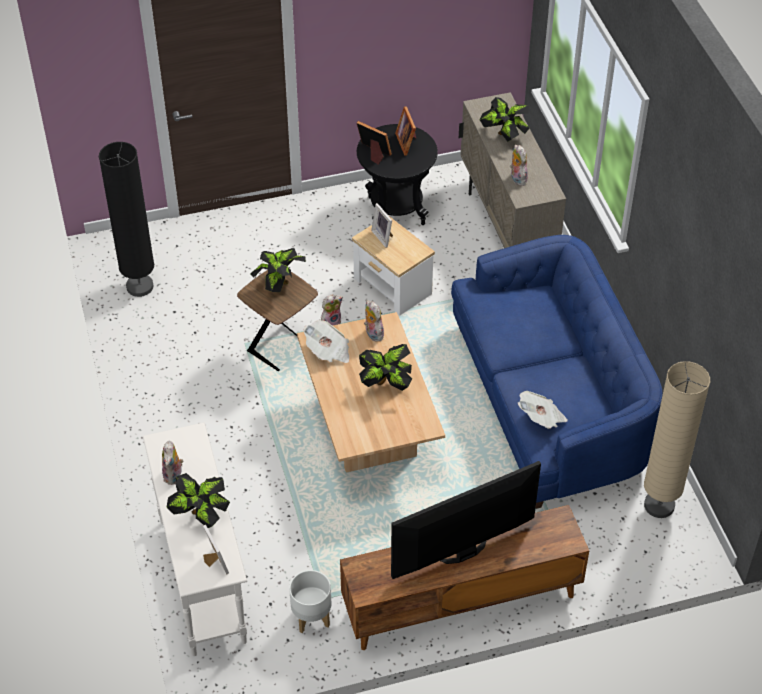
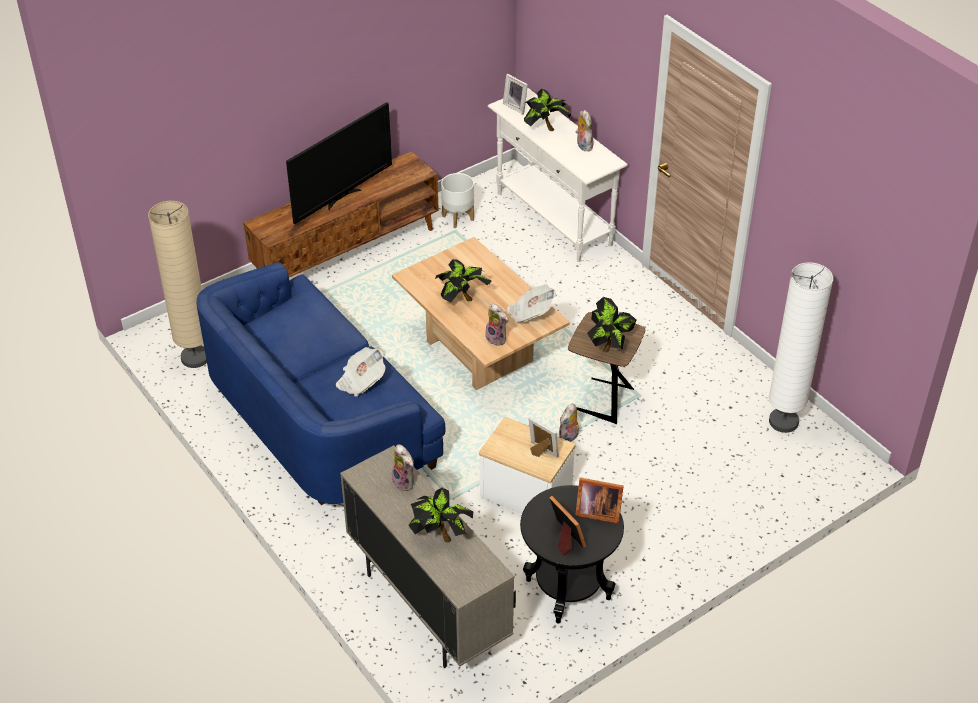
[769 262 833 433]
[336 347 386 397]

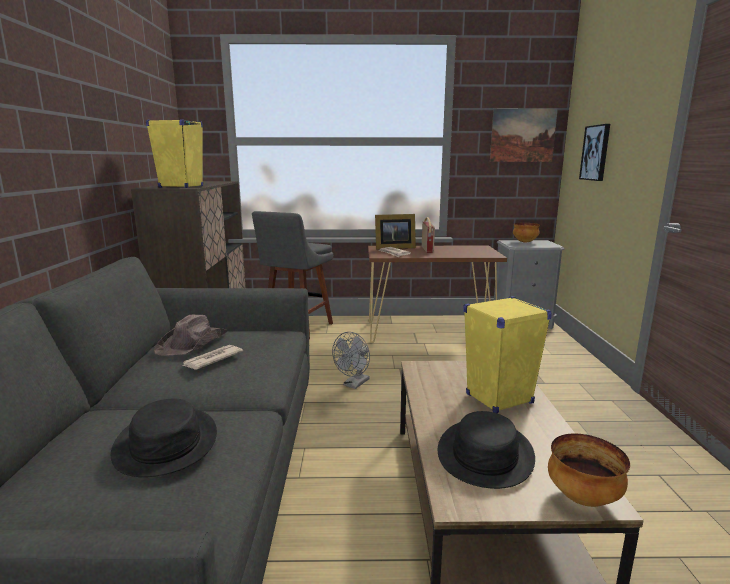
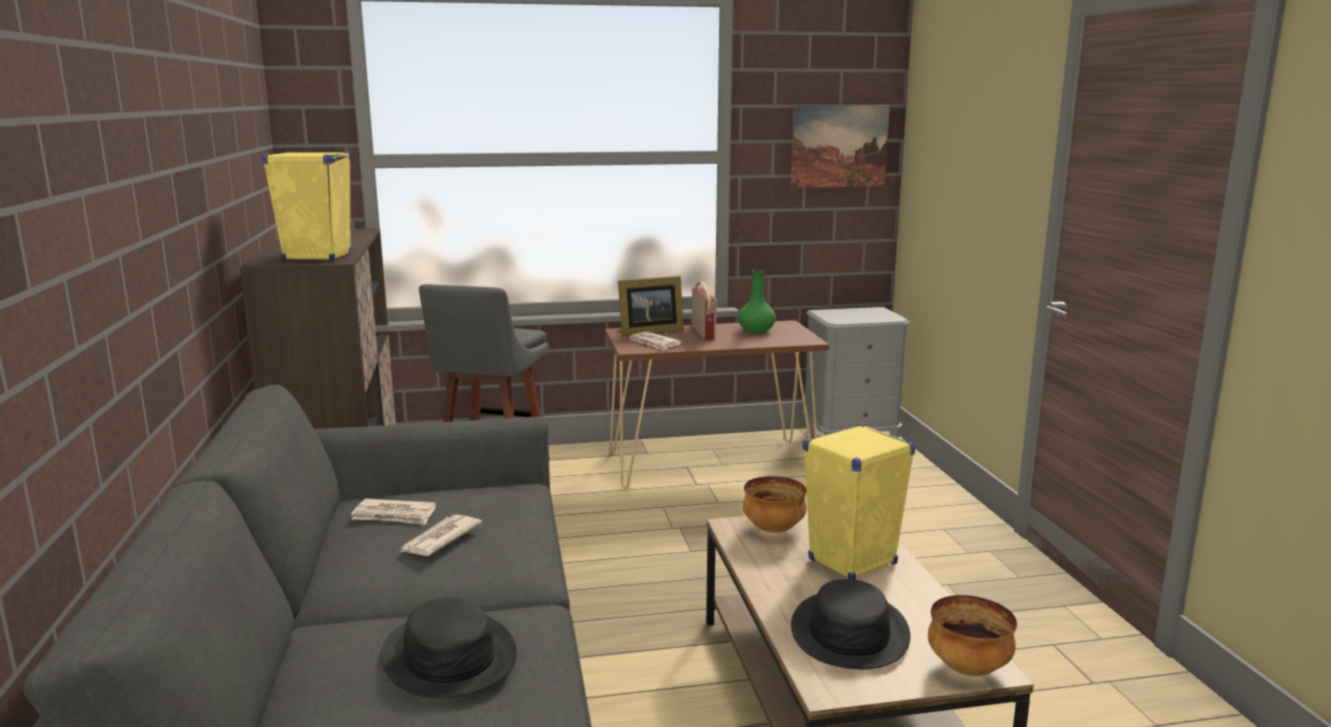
[579 124 610 181] (first image)
[743 476 806 533]
[351 499 436 525]
[332 332 370 389] (first image)
[738 270 776 334]

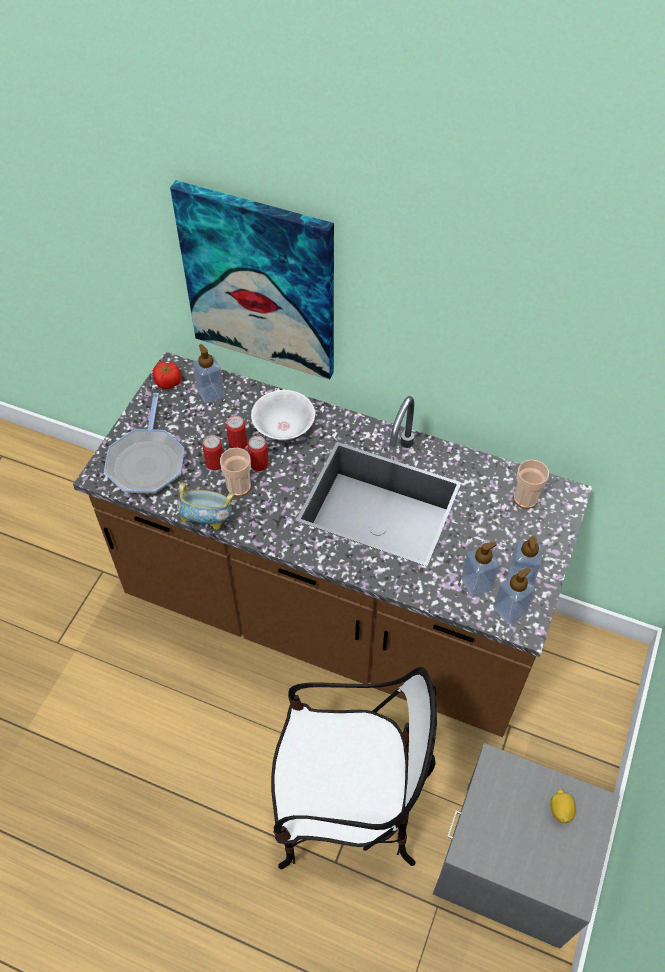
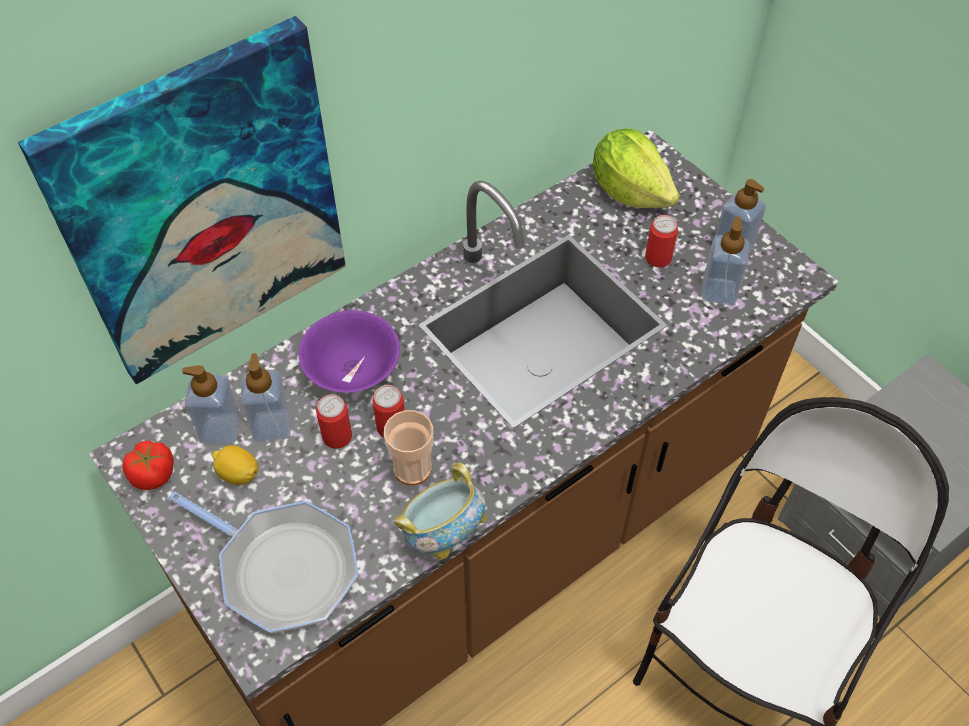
[298 310 400 393]
[645 215 678 267]
[592 128 680 208]
[241 353 291 442]
[212 445 258 485]

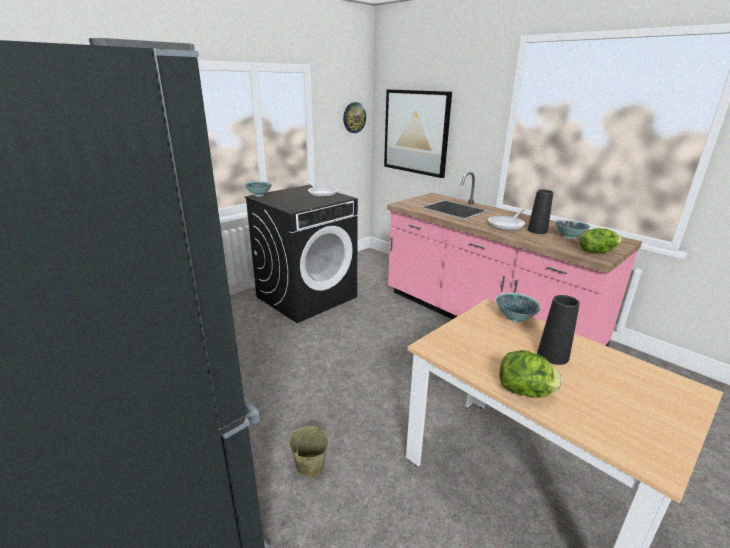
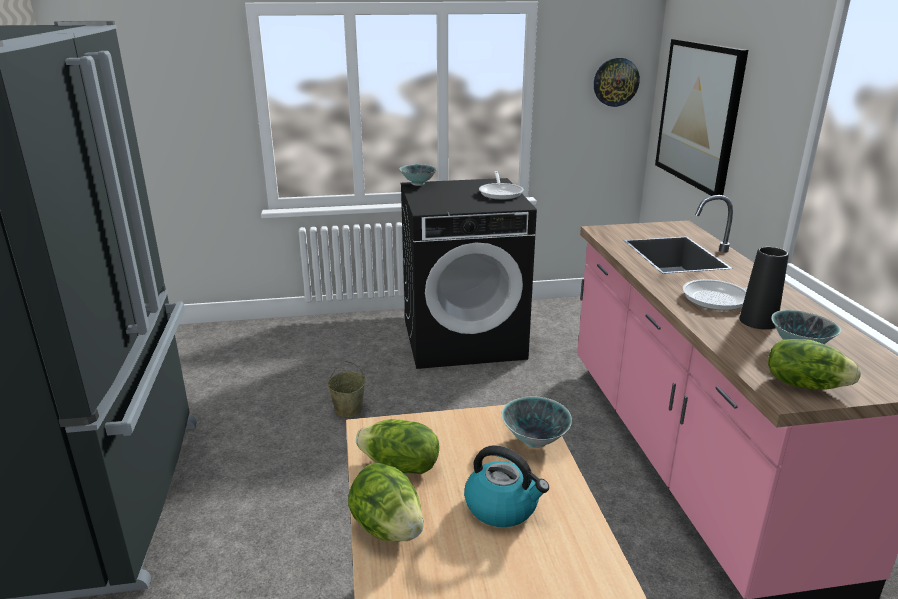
[464 445 549 527]
[327 361 366 417]
[356 419 439 474]

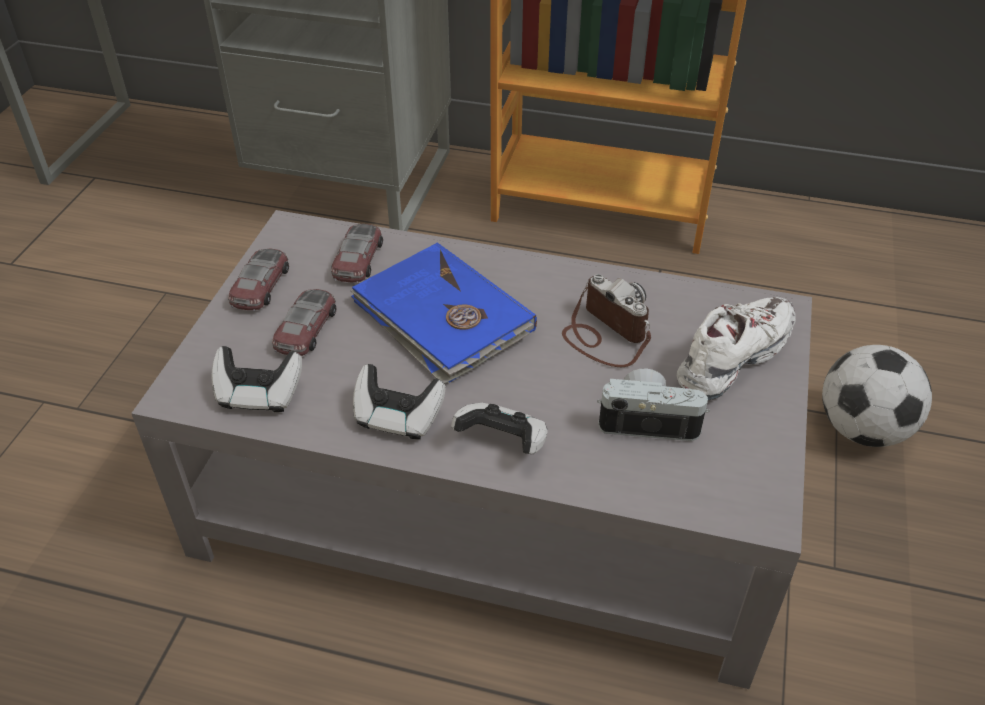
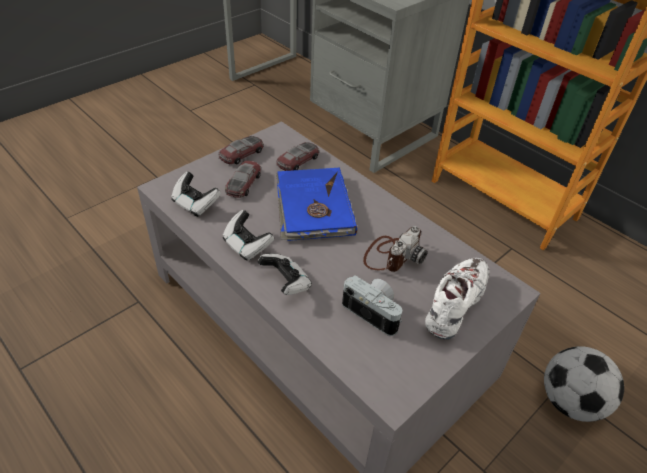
[363 226 428 272]
[225 161 261 198]
[425 258 490 340]

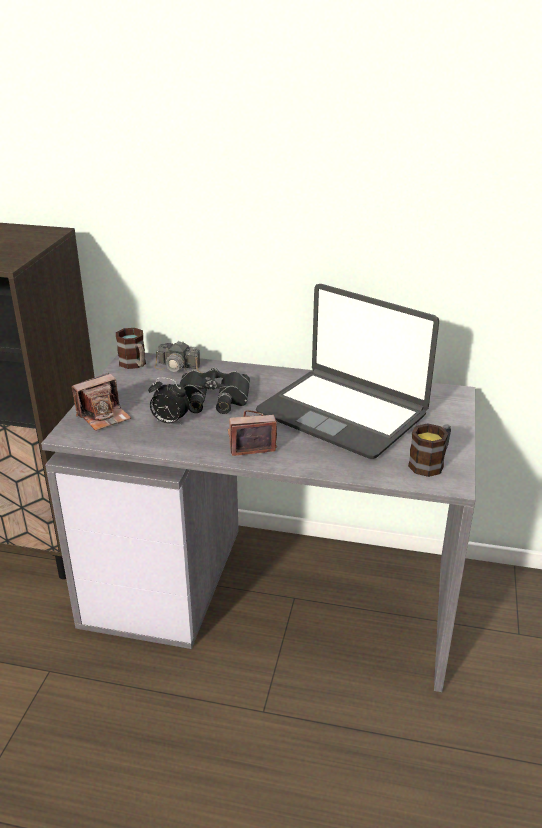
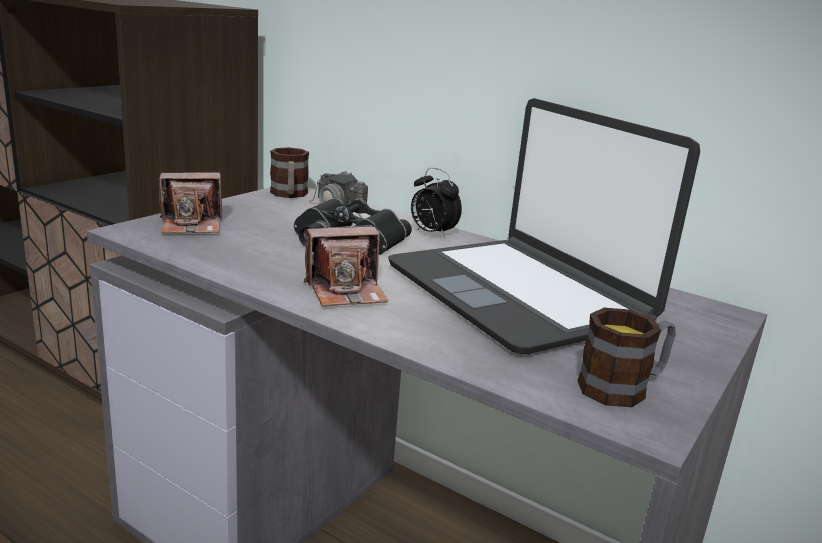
[411 168 462 238]
[304 225 388 306]

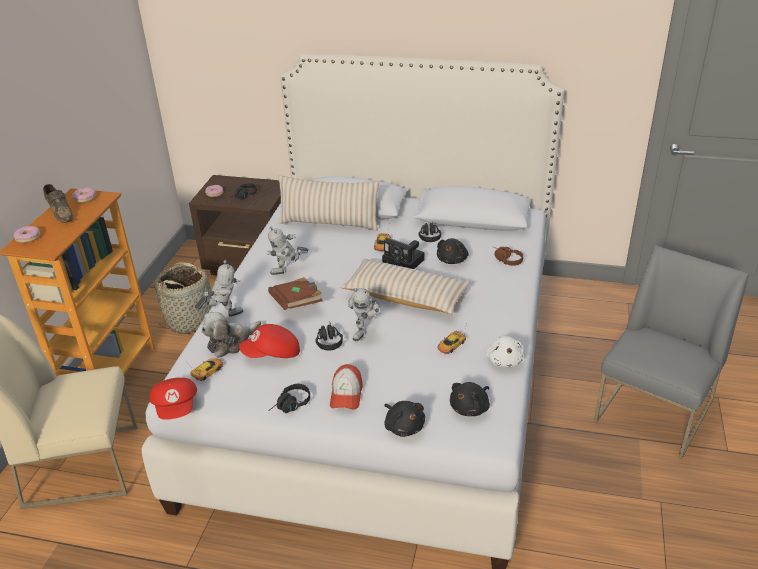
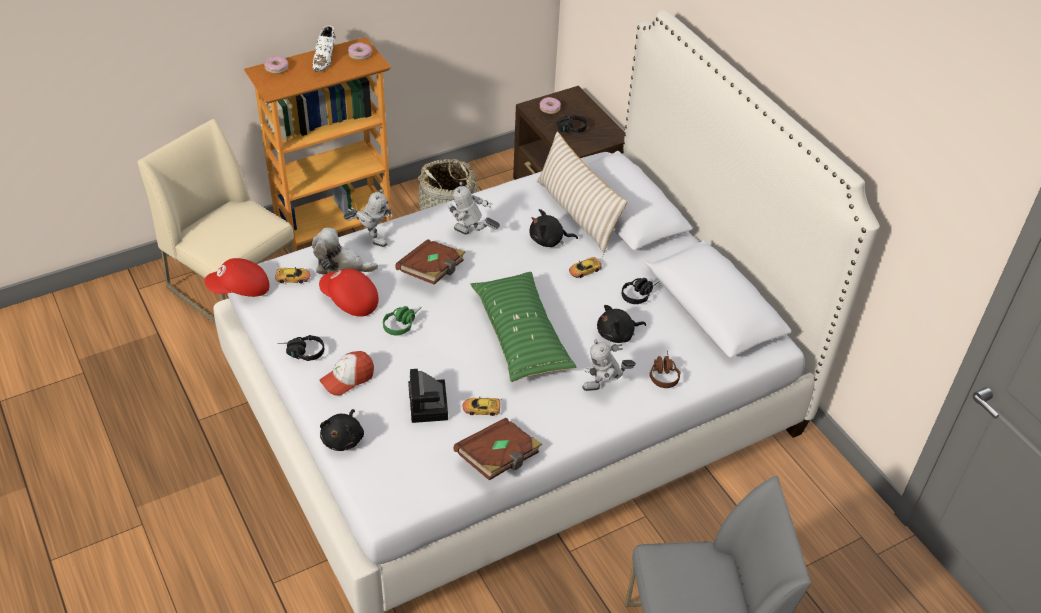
[312 25 335 72]
[408 369 448 423]
[470 272 576 382]
[582 340 636 391]
[383 306 422 335]
[453 418 542 481]
[205 258 269 297]
[529 209 578 247]

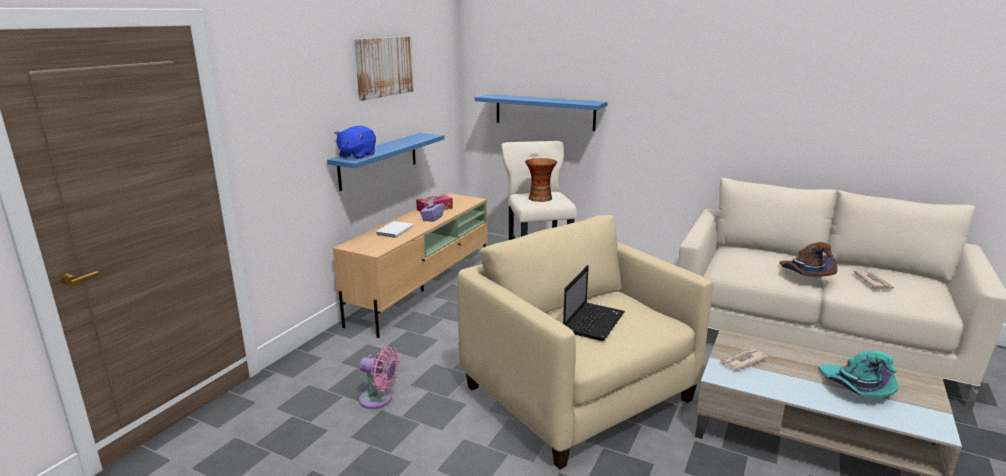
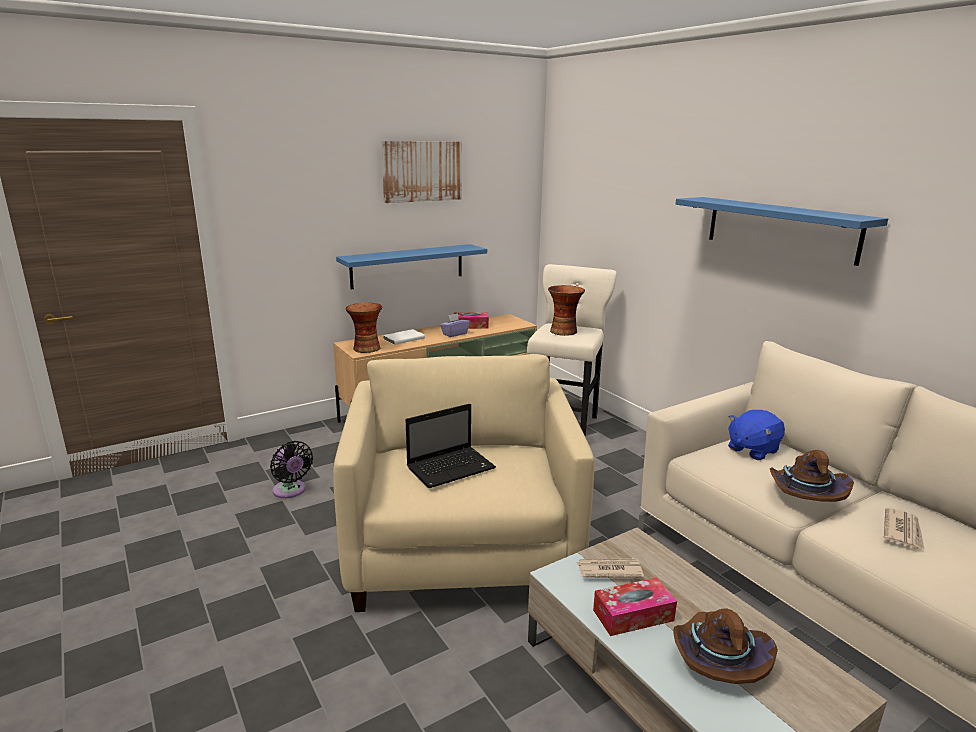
[675 197 888 266]
[728 410 785 460]
[270 441 313 498]
[673 608 778 684]
[346 302 383 353]
[593 578 677 636]

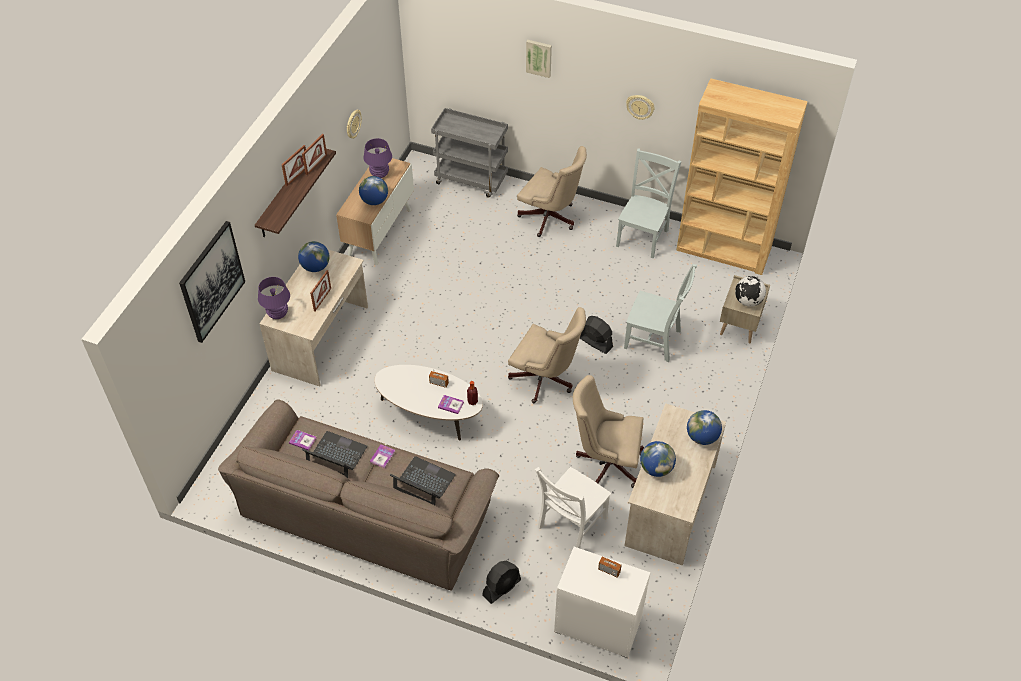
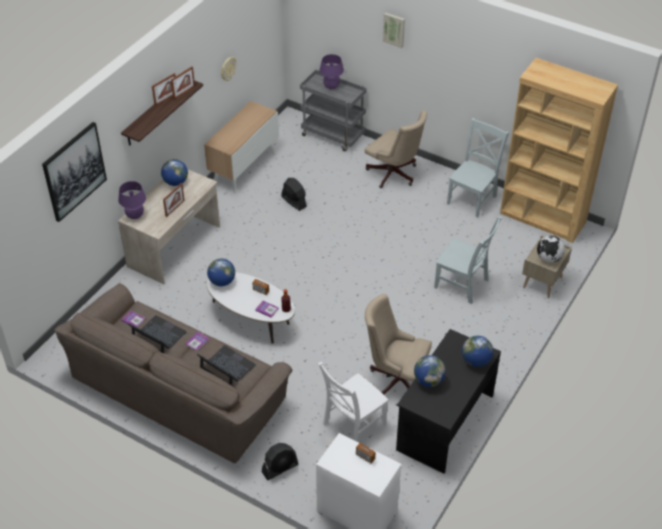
[626 95 654 120] (first image)
[320 54 344 89]
[207 259 235 286]
[508 307 586 403] (first image)
[281 178 307 211]
[396 329 501 474]

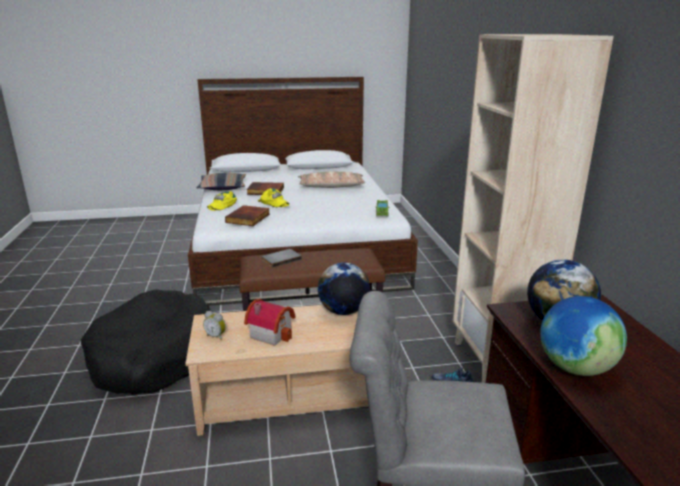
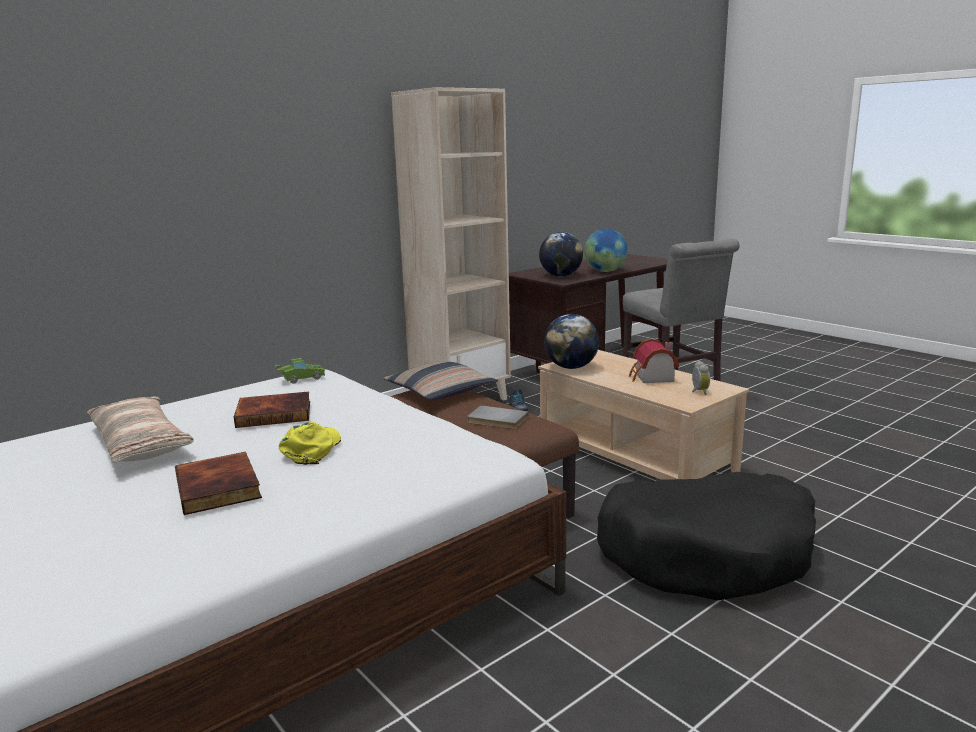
[384 361 498 400]
[207 191 237 211] (first image)
[234 392 310 428]

